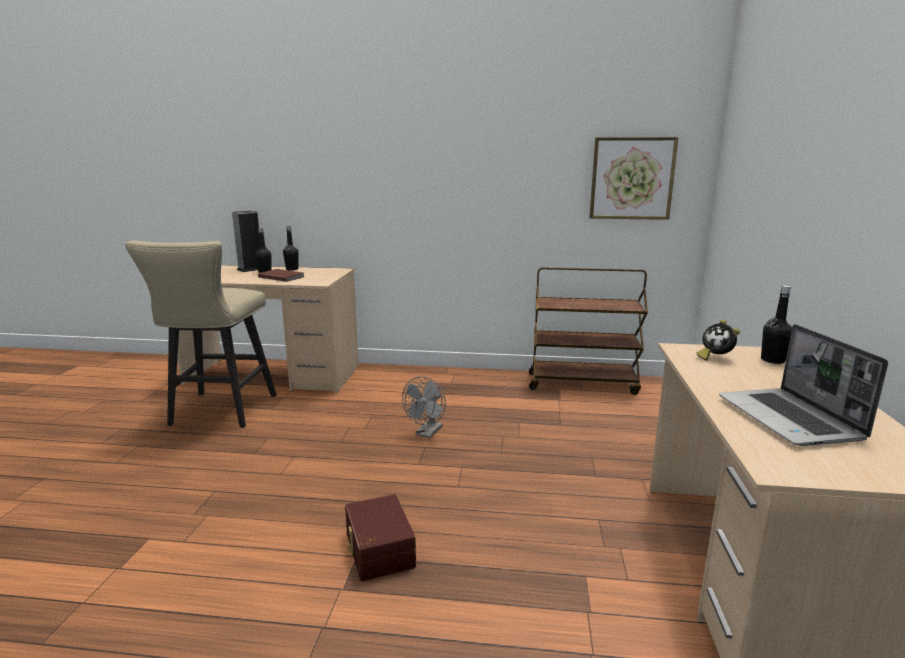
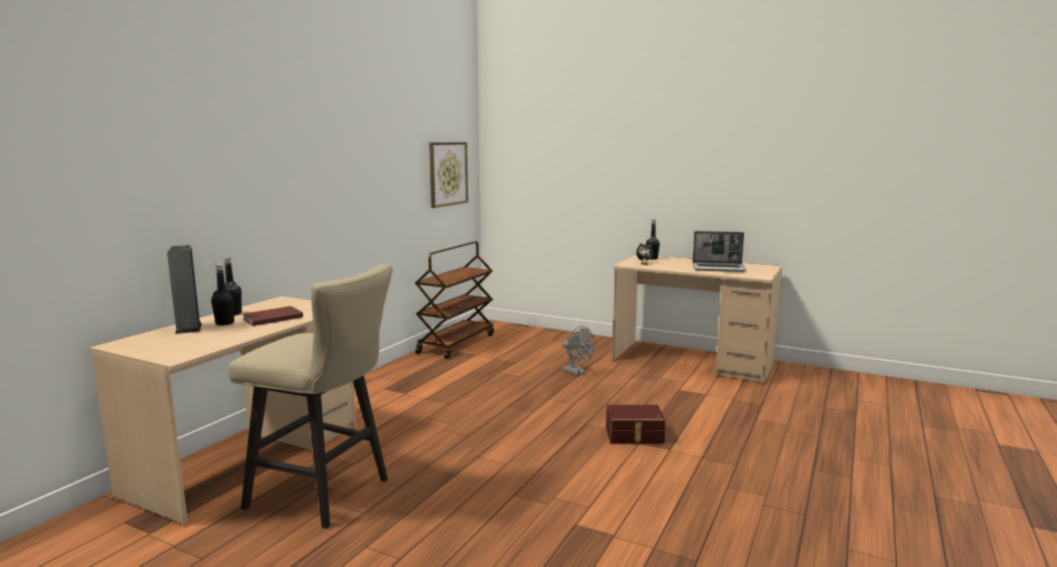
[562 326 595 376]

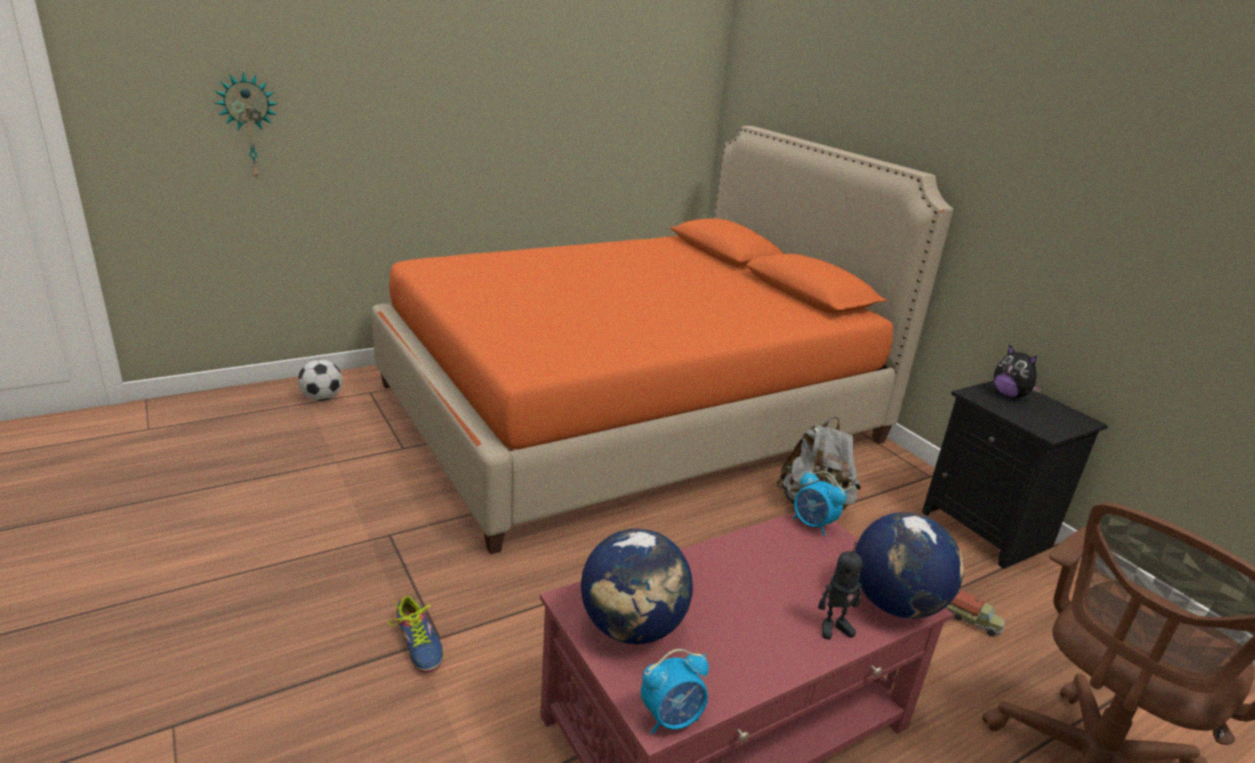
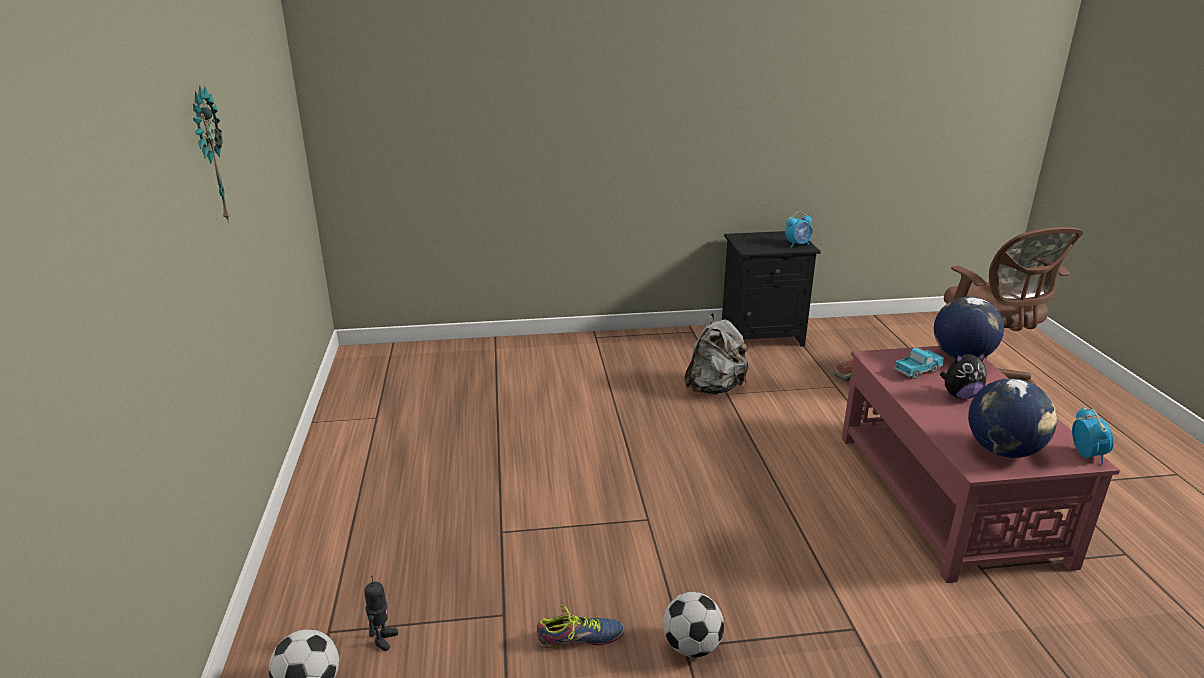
[193 86 231 223]
[371 126 953 554] (first image)
[940 352 987 399]
[785 211 813 247]
[365 576 398 651]
[537 605 624 648]
[894 348 944 379]
[663 592 724 657]

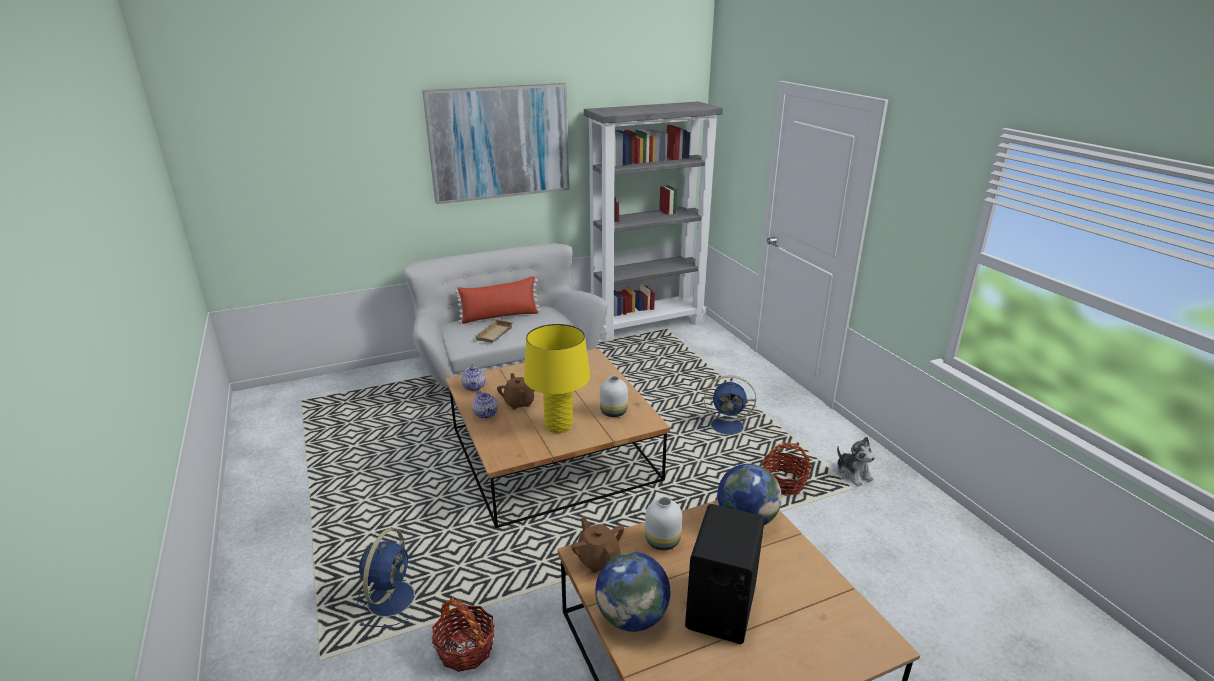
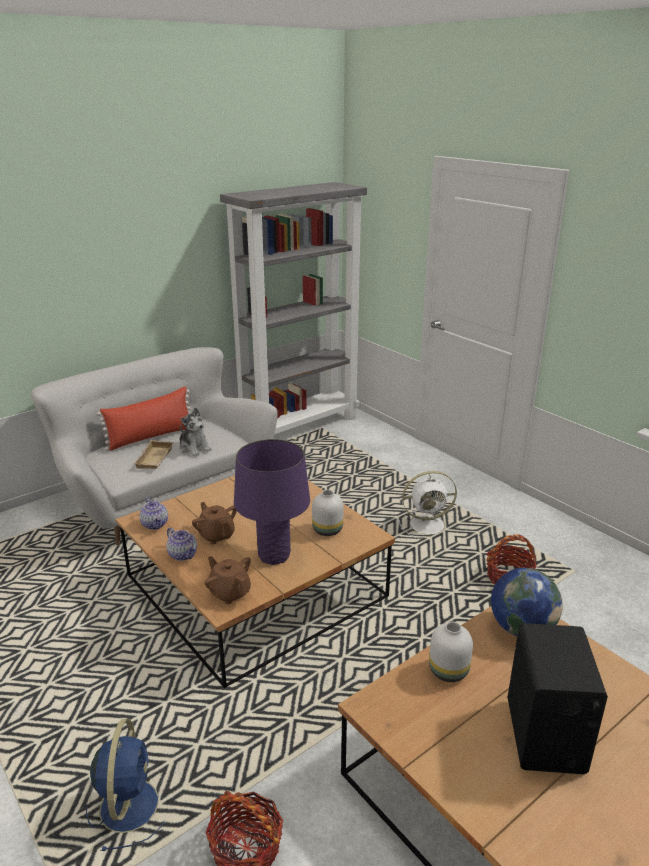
[422 83 569 204] (first image)
[234 439 310 565]
[397 471 457 539]
[179 407 212 457]
[204 556 251 604]
[595 552 670 632] (first image)

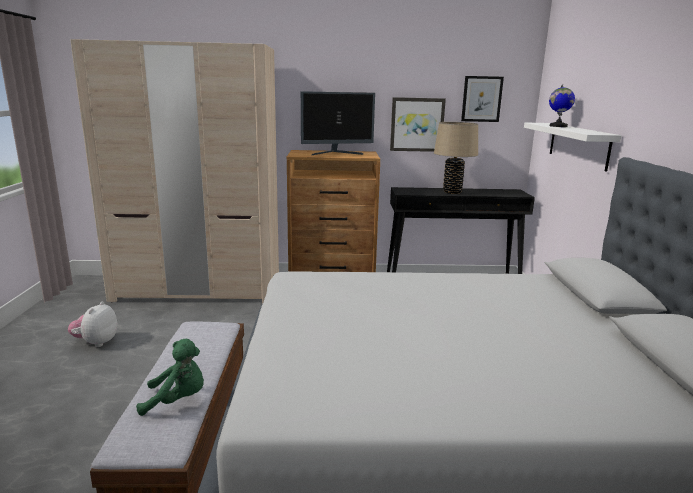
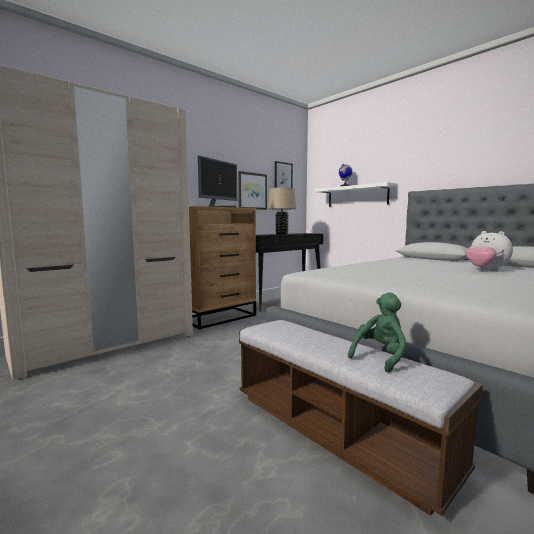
[466 231 513 271]

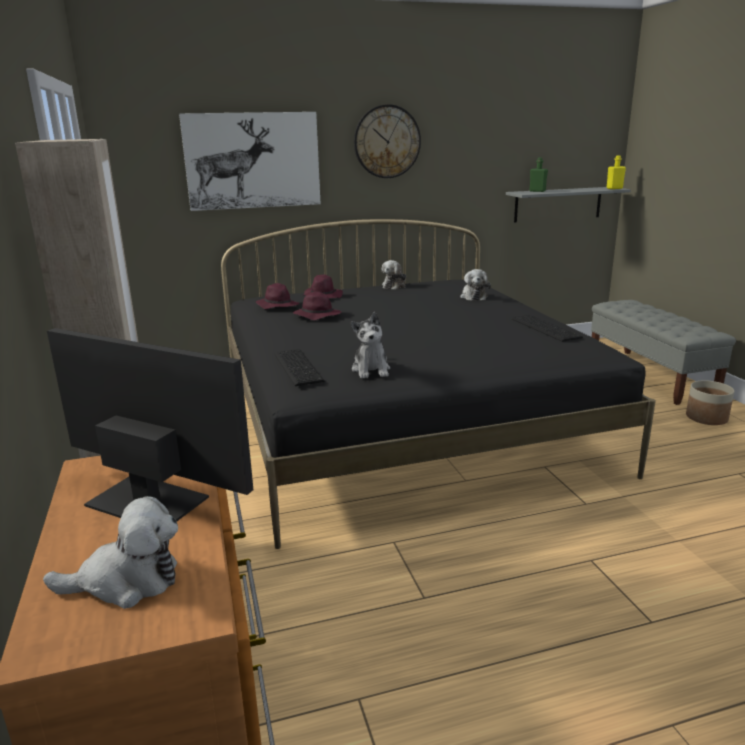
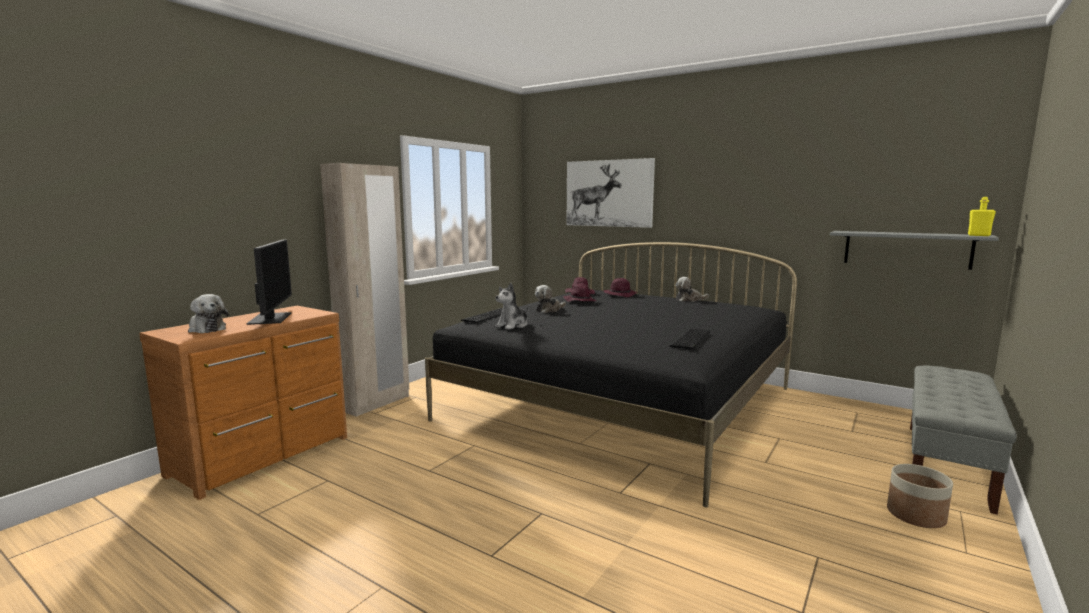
[354 104 421 178] (first image)
[530 158 548 192] (first image)
[535 285 566 313]

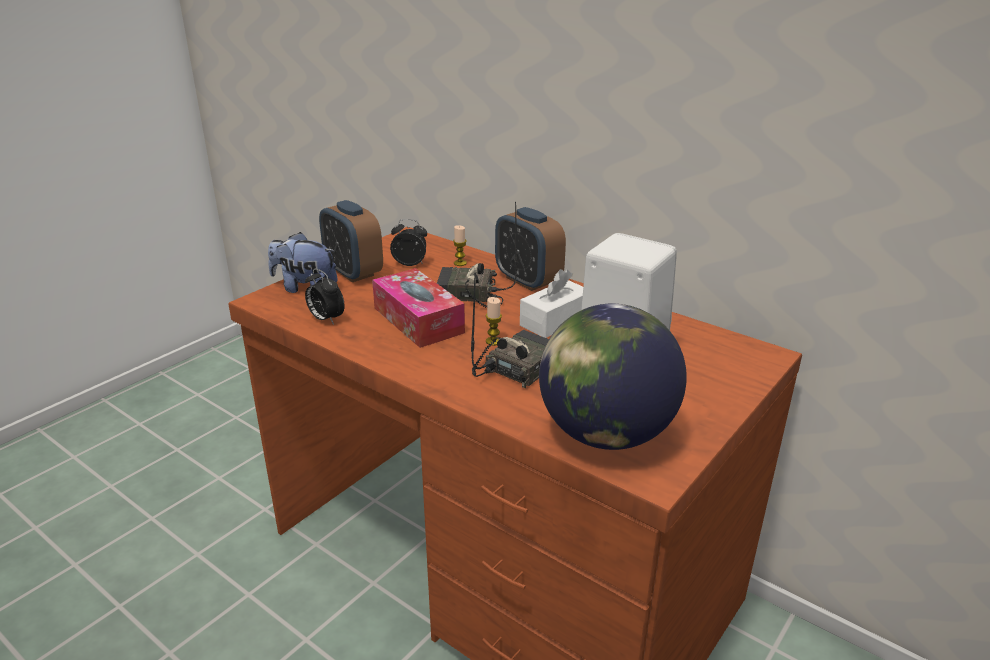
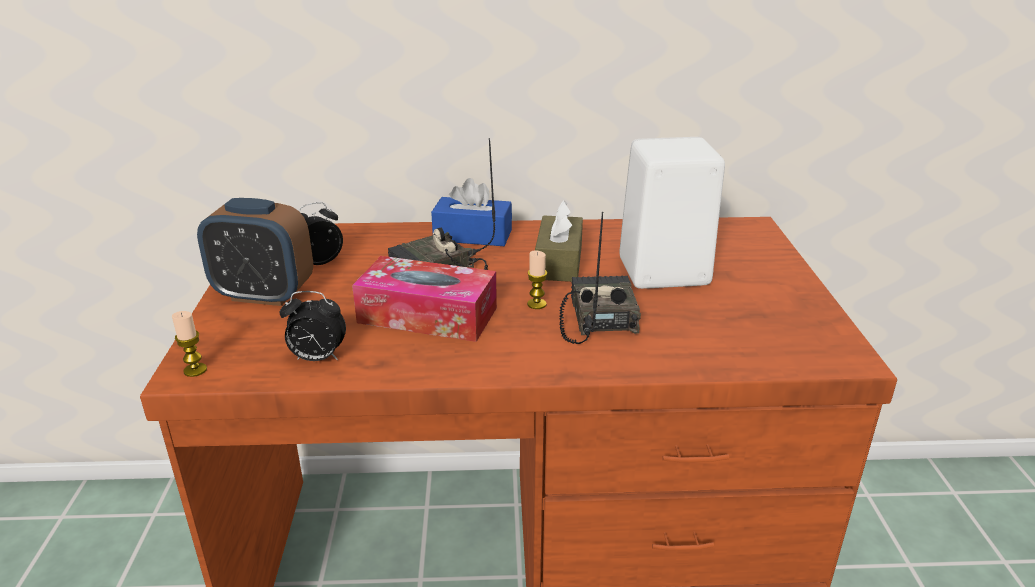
[431 178 512 246]
[172 311 207 377]
[268 232 338 293] (first image)
[535 201 583 282]
[539 304 687 450] (first image)

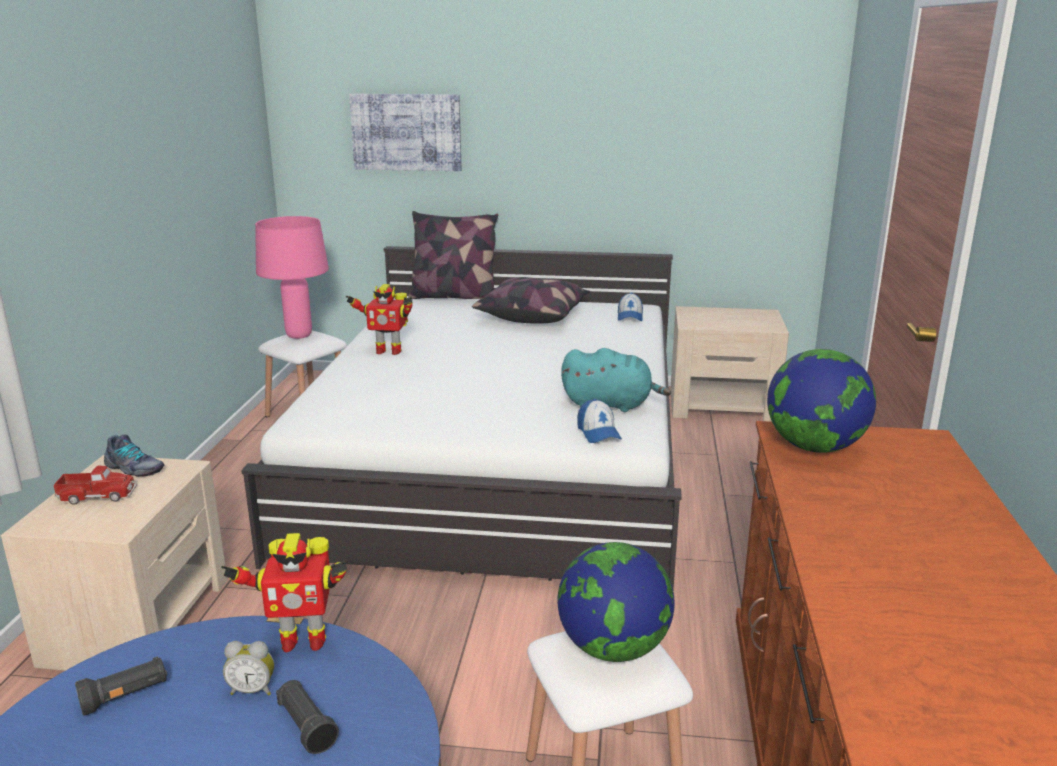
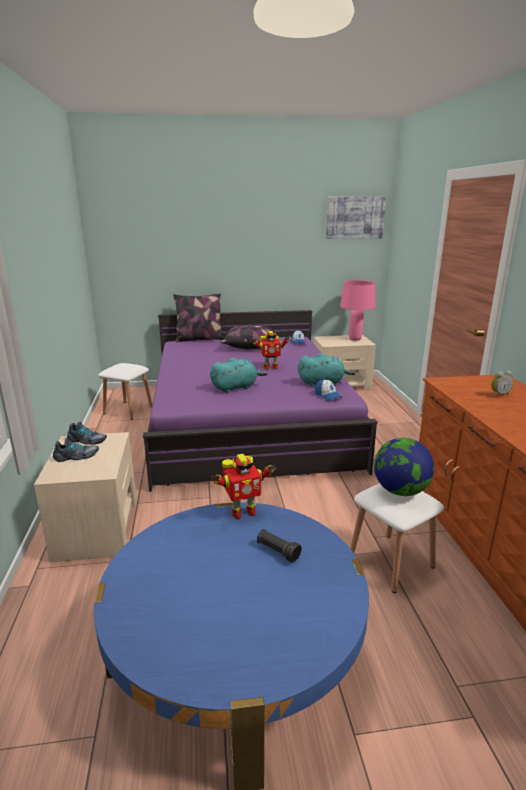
[326 197 386 239]
[340 280 375 341]
[143 310 378 492]
[252 331 290 370]
[767 349 876 453] (first image)
[53 438 99 462]
[491 371 514 397]
[75 656 167 716] (first image)
[210 358 267 393]

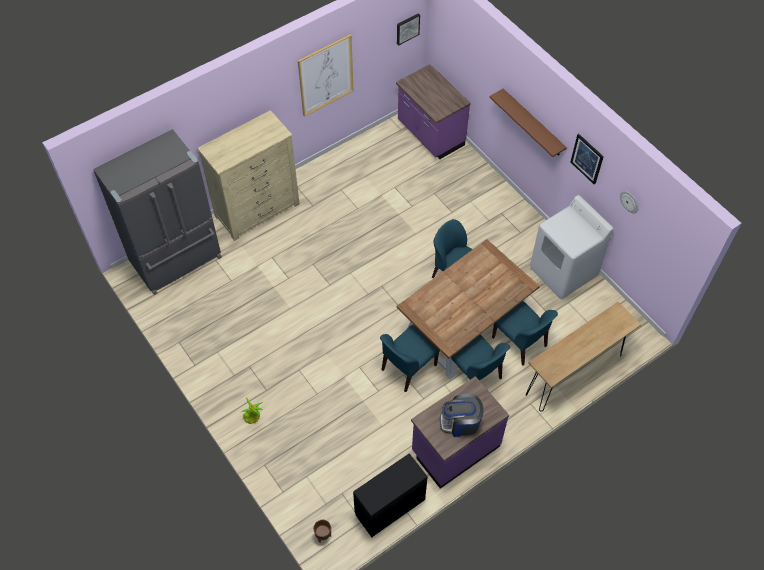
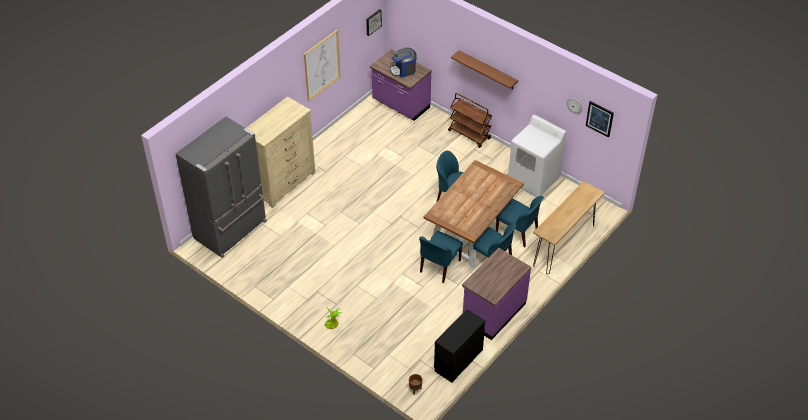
[586 101 614 138]
[390 48 417 78]
[448 93 492 148]

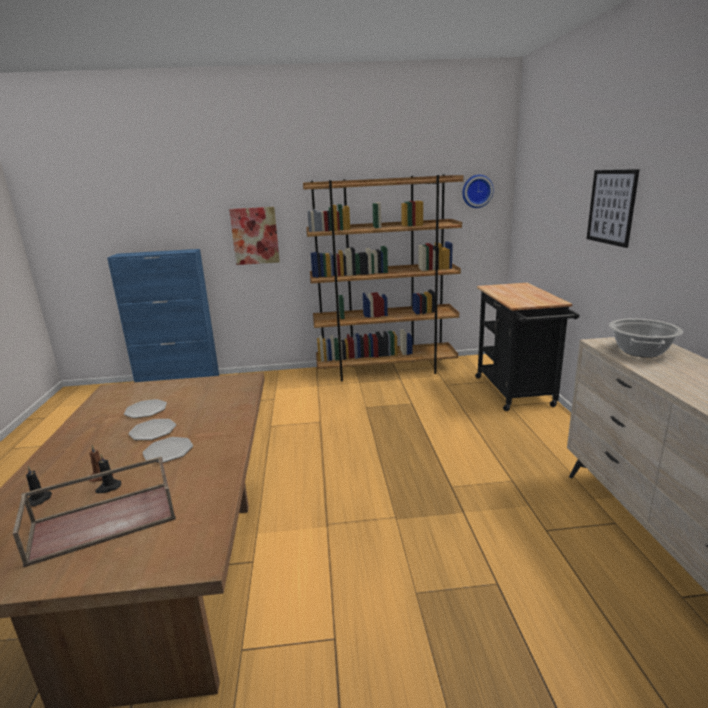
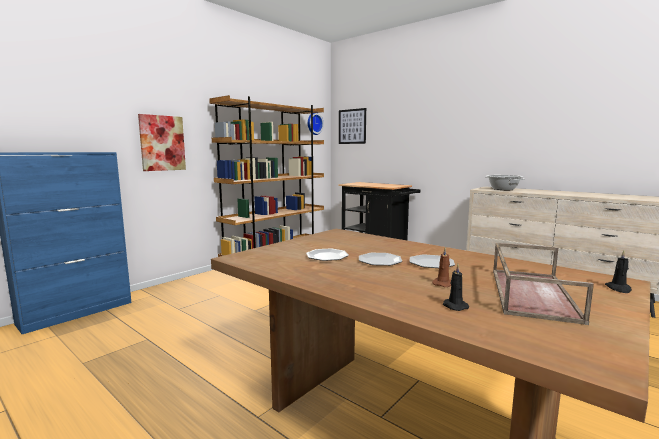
[339 108 366 144]
[605 250 632 293]

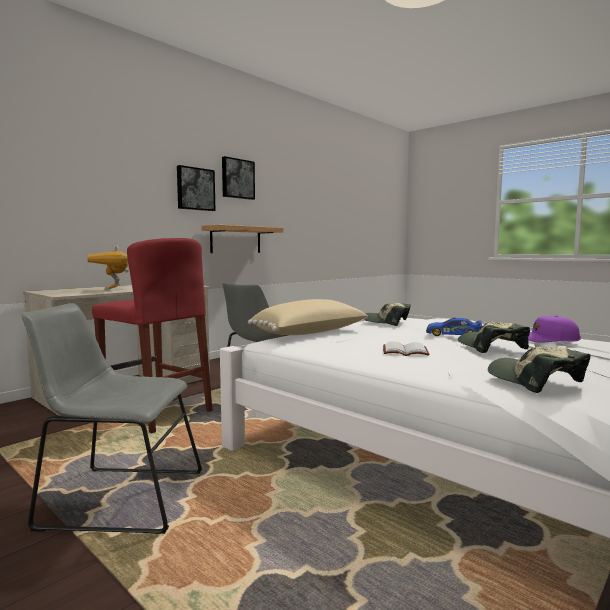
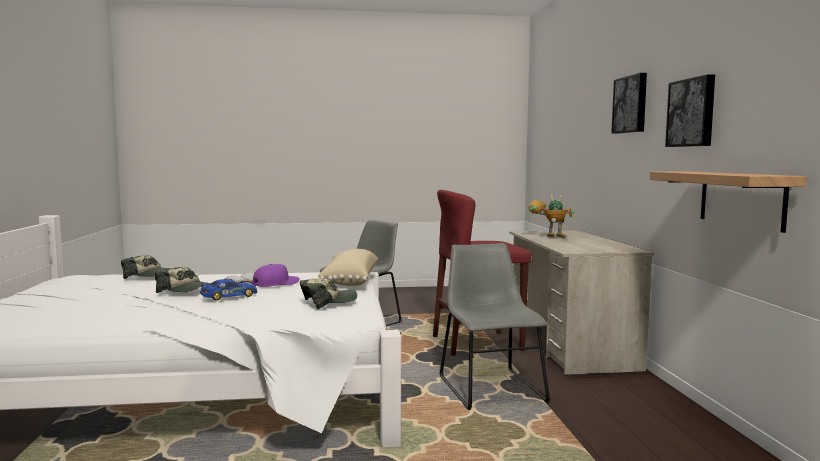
[611 73 647 134]
[252 264 300 287]

